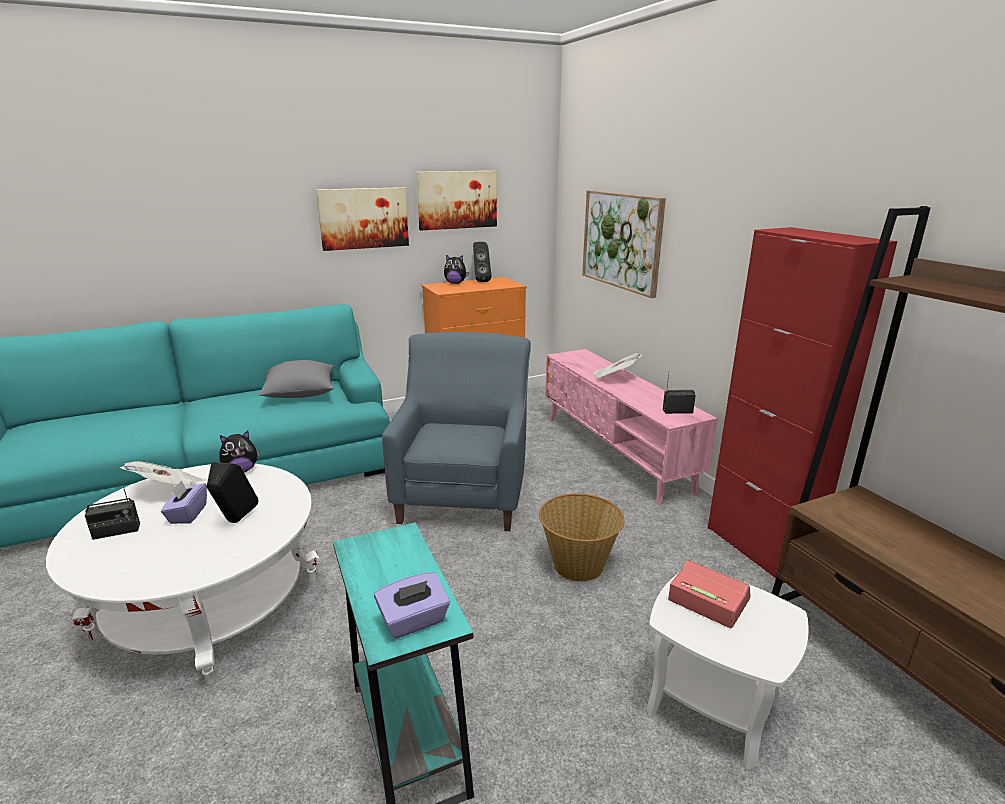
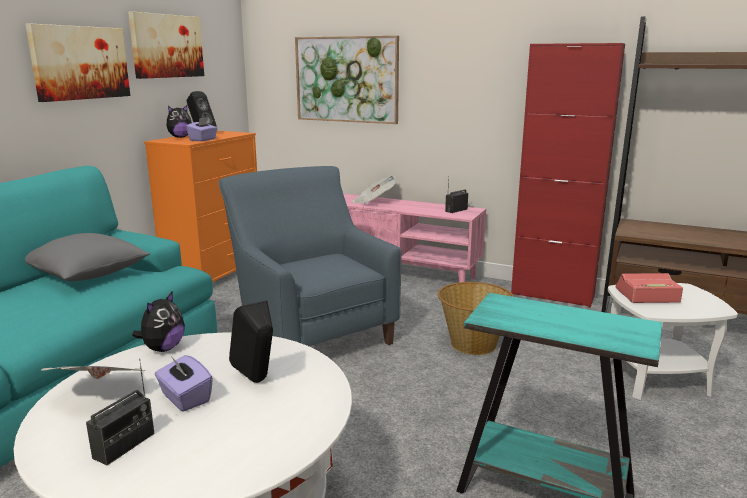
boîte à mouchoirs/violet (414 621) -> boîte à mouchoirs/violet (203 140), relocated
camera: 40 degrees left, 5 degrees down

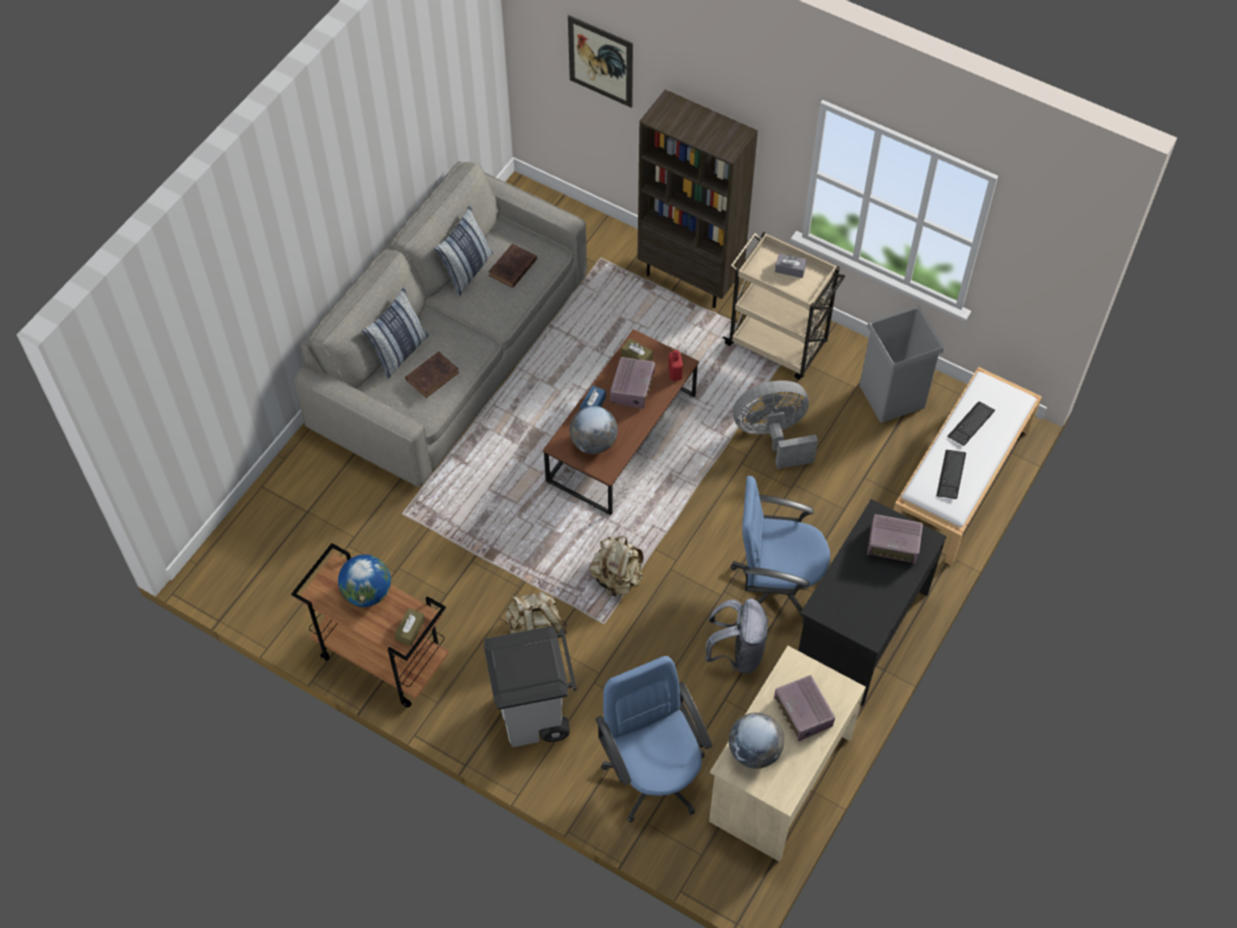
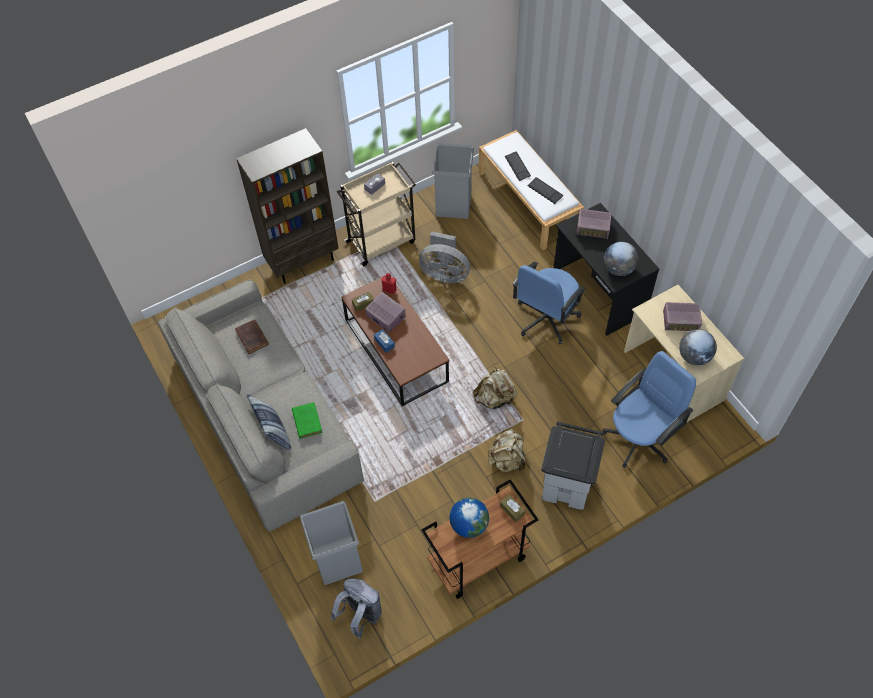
livre/marron (433 375) -> livre/vert (307 420)
none -> poubelle/gris (337 560)
sac à dos/gris (737 653) -> sac à dos/gris (360 615), relocated
ventilateur/gris (773 436) -> ventilateur/gris (444 273), 90 degrees counterclockwise
radio (893 545) -> radio (593 229), 60 degrees clockwise
chaise de bureau/bleu (655 774) -> chaise de bureau/bleu (639 438), 135 degrees clockwise
globe (593 443) -> globe (619 269), relocated
coussin (467 270) -> none
tableau (601 61) -> none
camera: 60 degrees left, 0 degrees up

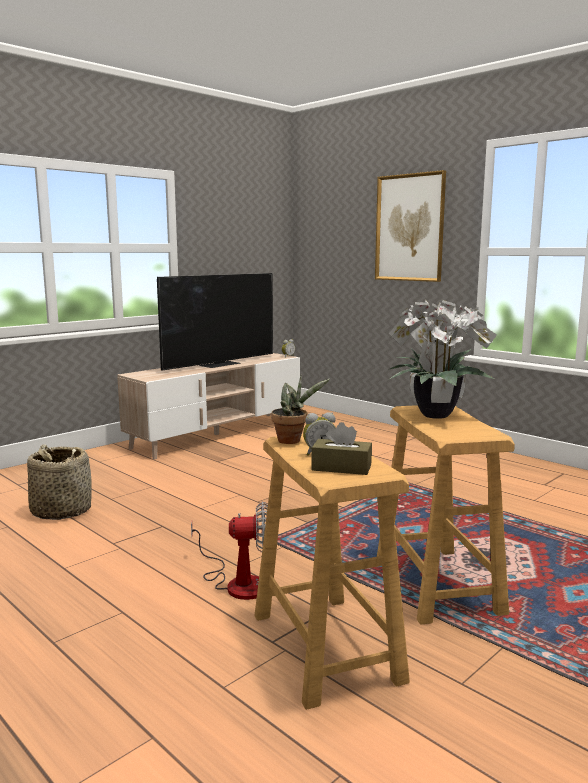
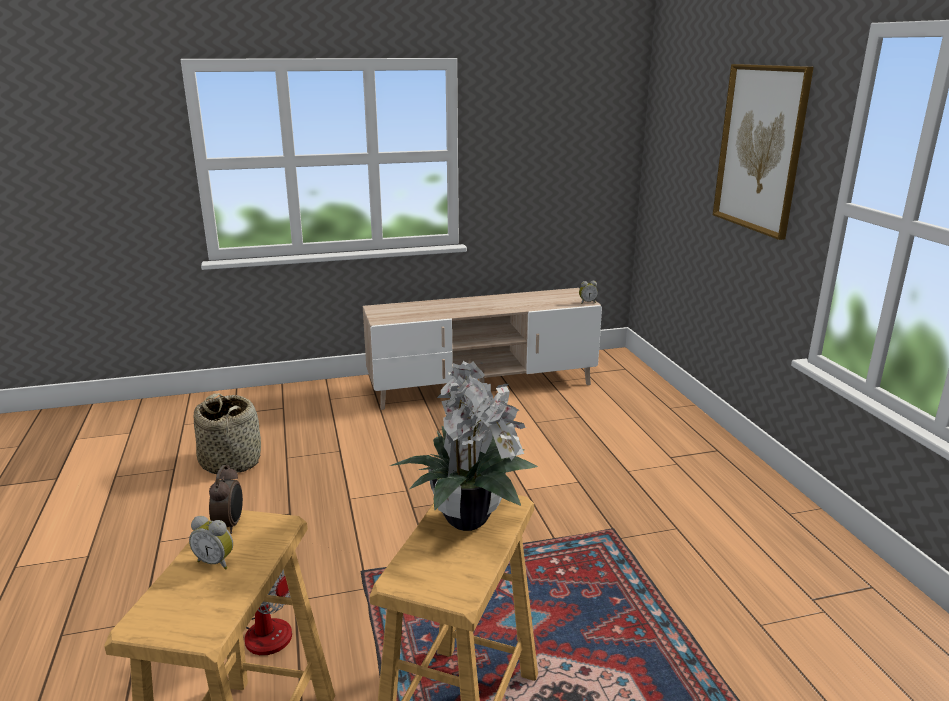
plante en pot (292 440) -> réveil (230 525)
téléviseur (220 364) -> none
boîte à mouchoirs/marron (341 468) -> none
camera: 30 degrees right, 10 degrees up

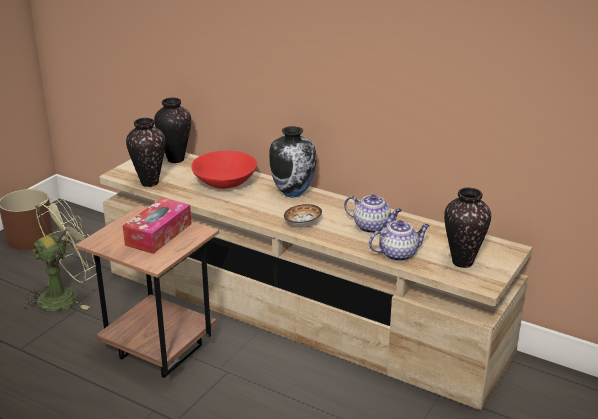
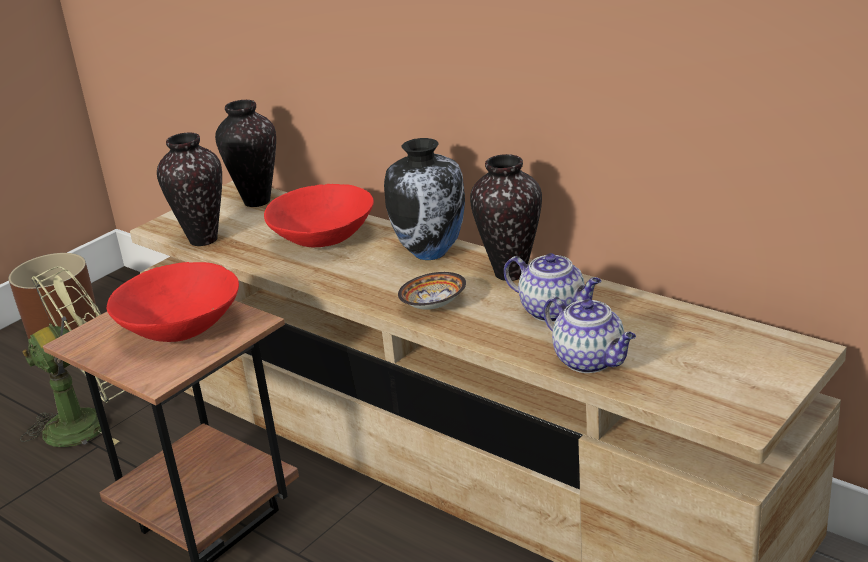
boîte à mouchoirs (158 234) -> bol/rouge (182 327)
vase (463 262) -> vase (511 273), relocated
théière (398 254) -> théière (590 361), 60 degrees clockwise
camera: 10 degrees right, 0 degrees up

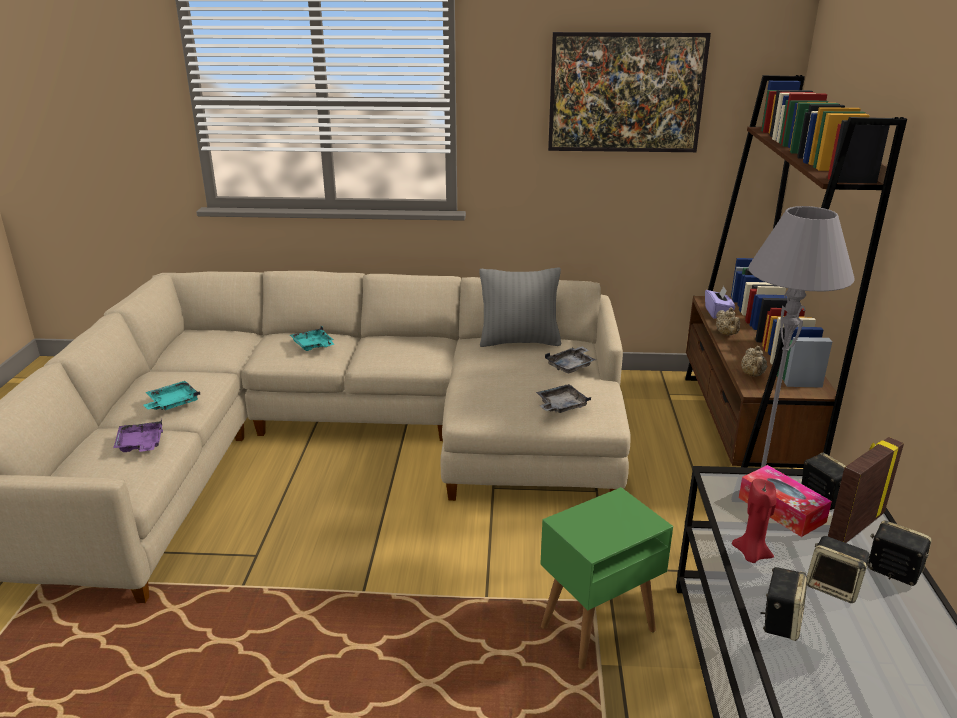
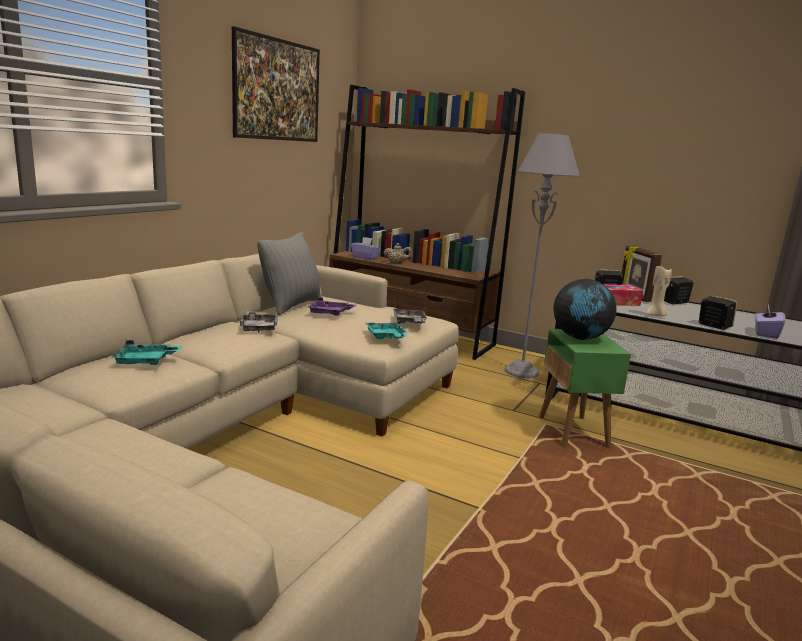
plateau/gris (571 366) -> plateau/gris (259 327), relocated
plateau/violet (141 445) -> plateau/violet (330 313), relocated
plateau/turquoise (172 403) -> plateau/turquoise (386 337), relocated
none -> globe (580 338)
bougie/rouge (751 554) -> bougie/beige (655 315)
none -> boîte à mouchoirs/violet (765 334)
théière/beige (752 375) -> none
enceinte (834 587) -> none
camera: 65 degrees left, 10 degrees down

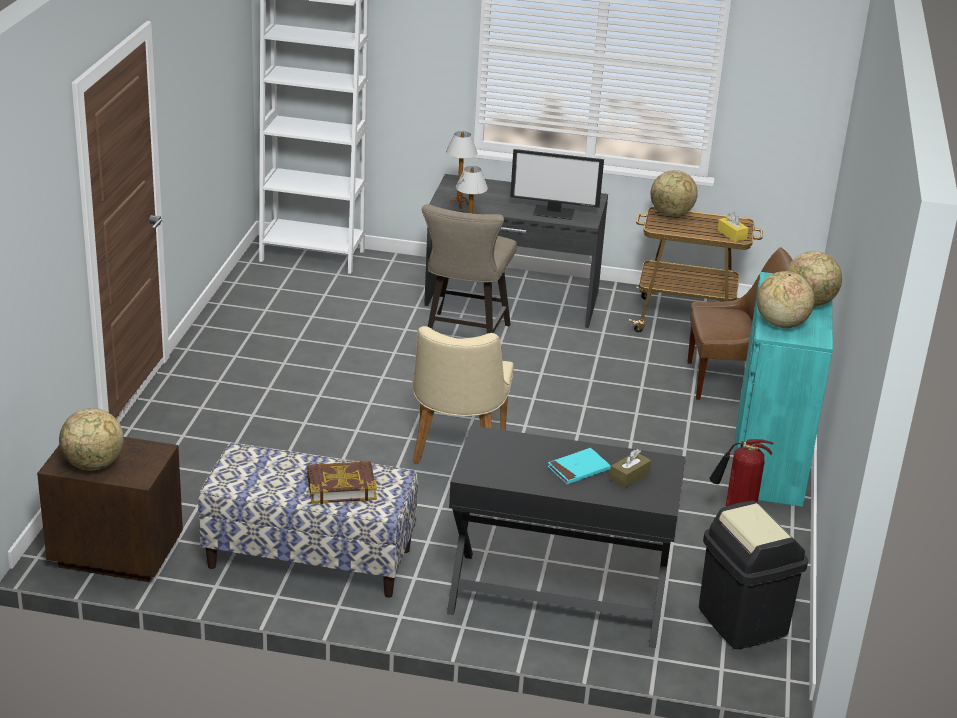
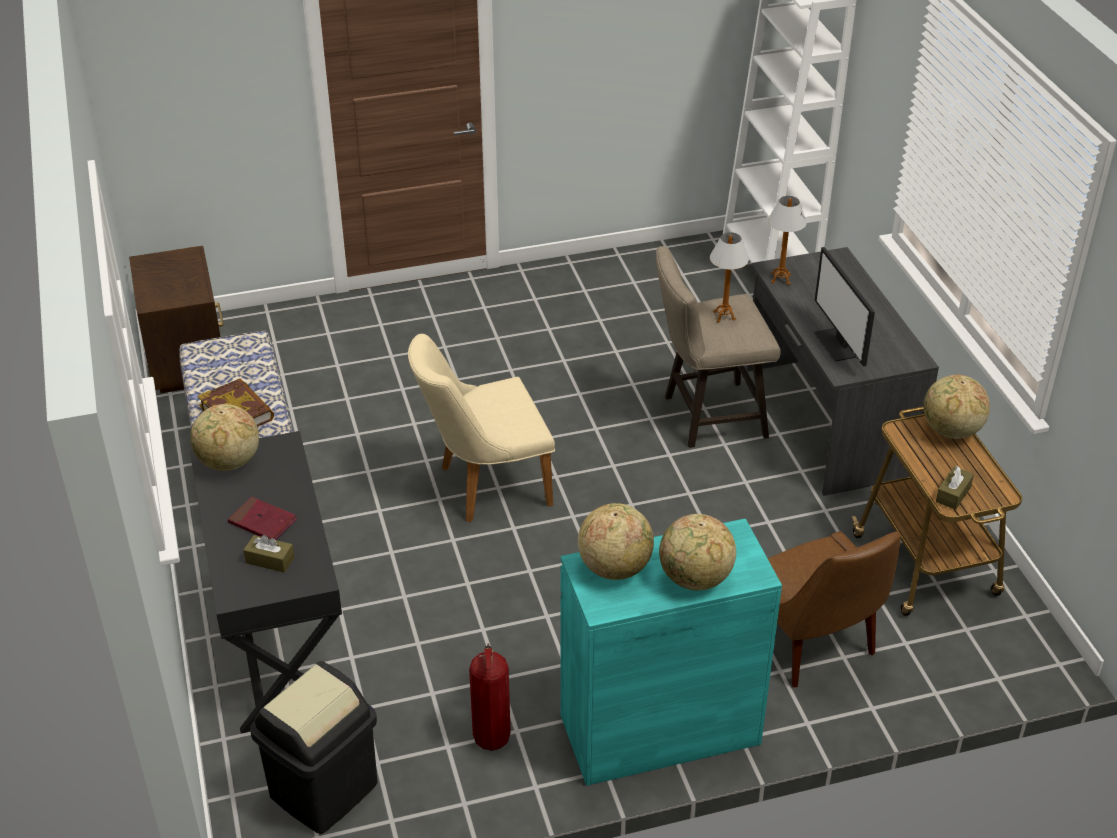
globe (93 465) -> globe (229 462), relocated
livre/turquoise (578 469) -> livre/rouge (262 522)
boîte à mouchoirs/jaune (732 234) -> boîte à mouchoirs/marron (953 494)
camera: 65 degrees right, 10 degrees up

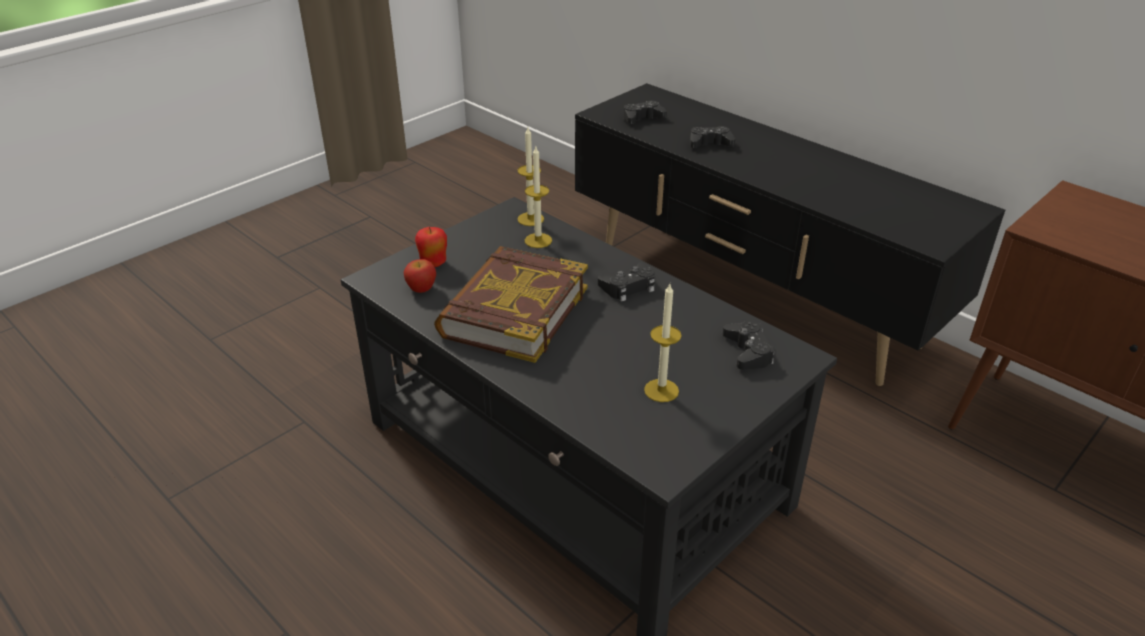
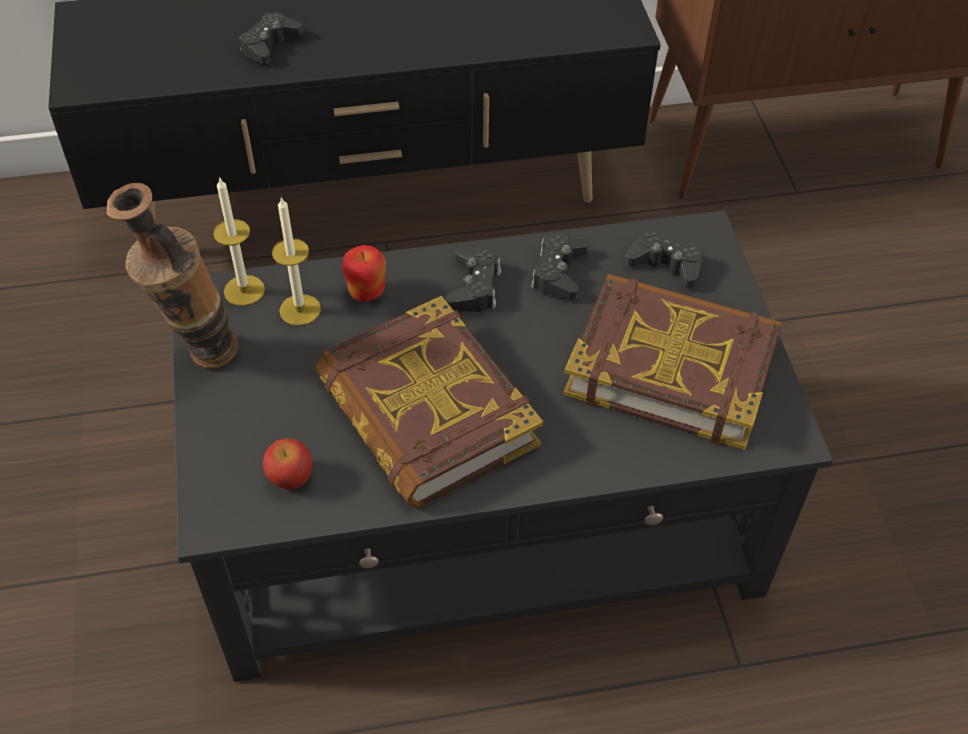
none -> vase (198 357)
pomme (433 263) -> pomme (366 293), relocated
manette/noir (642 118) -> manette/noir (559 272), relocated
bougie (661 390) -> livre (672 367)
camera: 55 degrees left, 15 degrees up

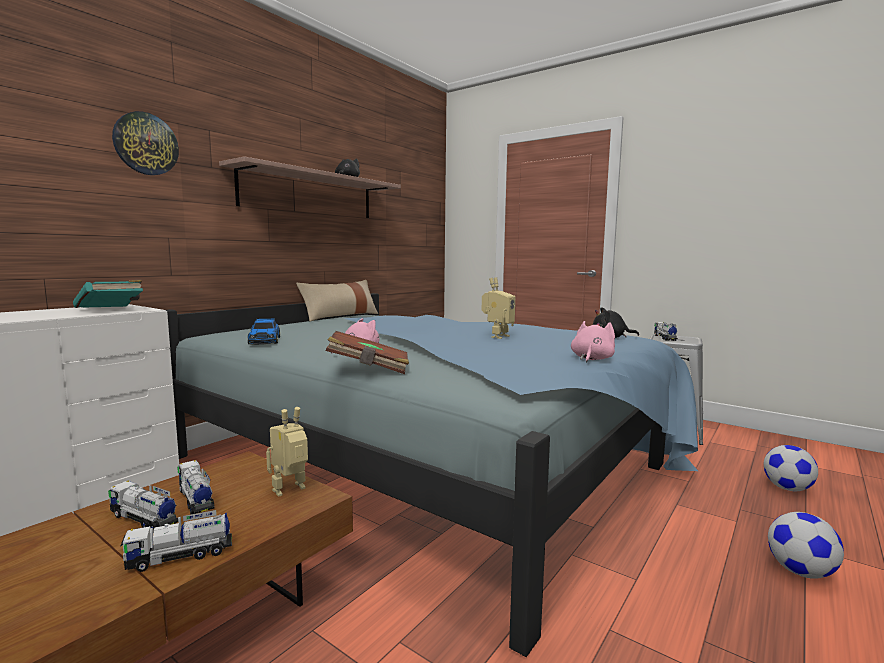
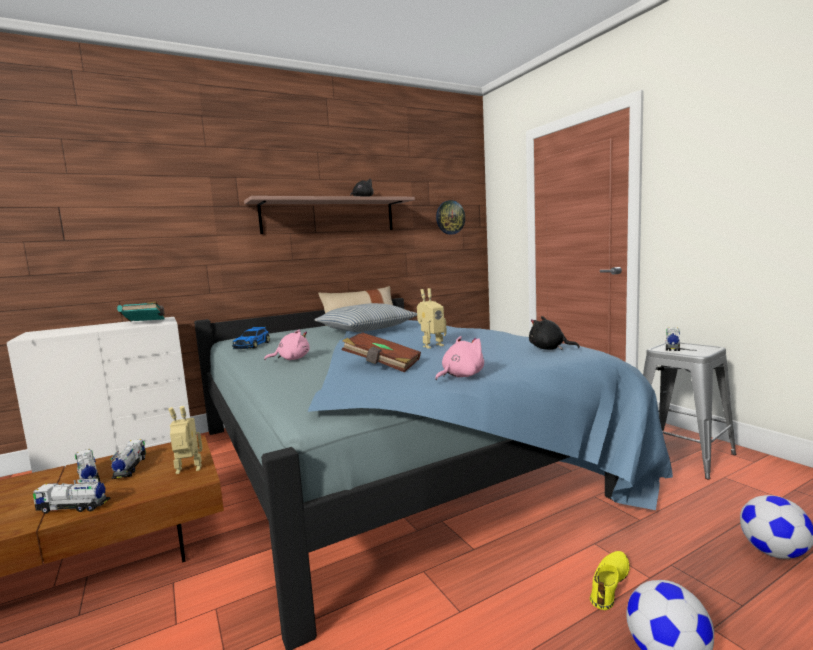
none -> coussin (366 329)
livre/marron (369 369) -> livre/marron (382 366), relocated
horloge murale (146 144) -> horloge murale (450 217), relocated
none -> chaussure/jaune (610 584)
camera: 25 degrees right, 0 degrees up

